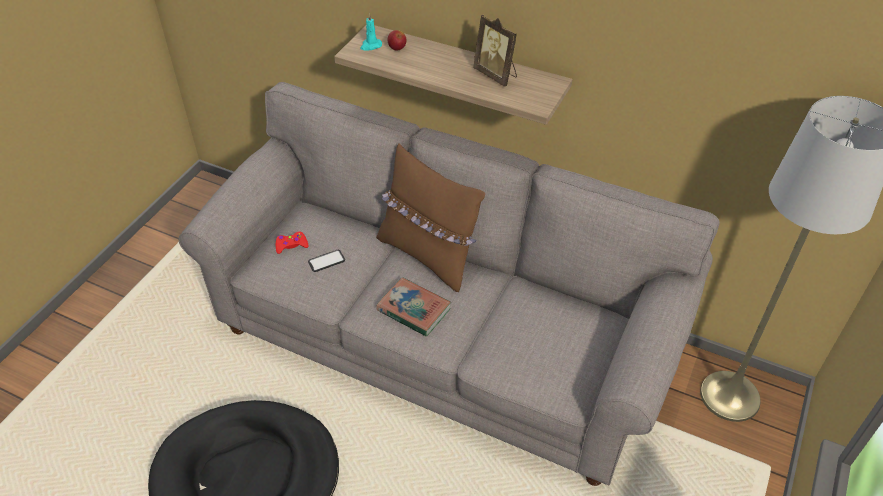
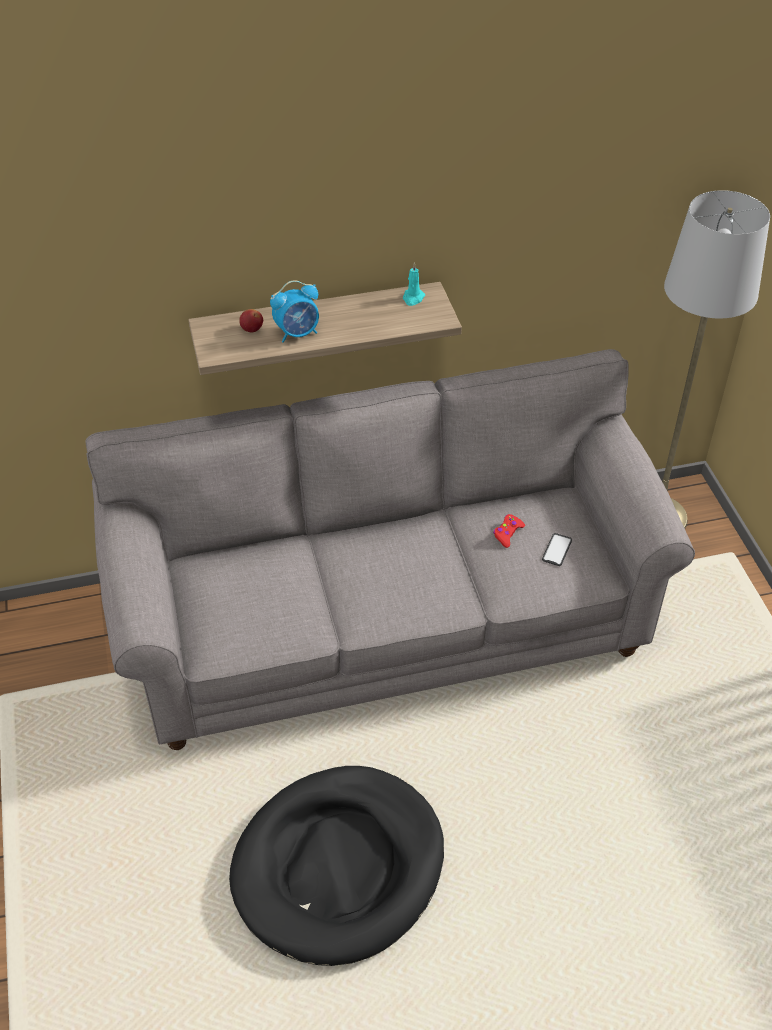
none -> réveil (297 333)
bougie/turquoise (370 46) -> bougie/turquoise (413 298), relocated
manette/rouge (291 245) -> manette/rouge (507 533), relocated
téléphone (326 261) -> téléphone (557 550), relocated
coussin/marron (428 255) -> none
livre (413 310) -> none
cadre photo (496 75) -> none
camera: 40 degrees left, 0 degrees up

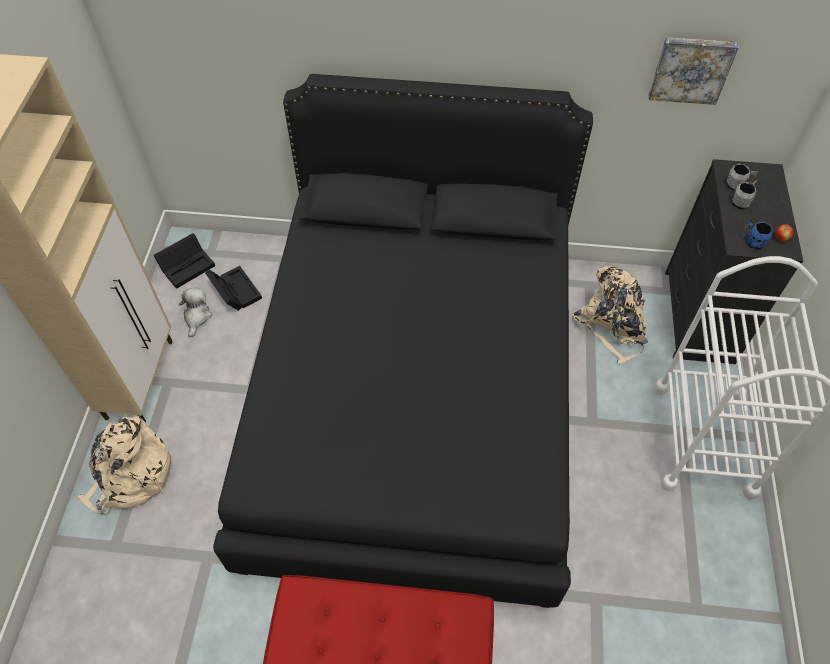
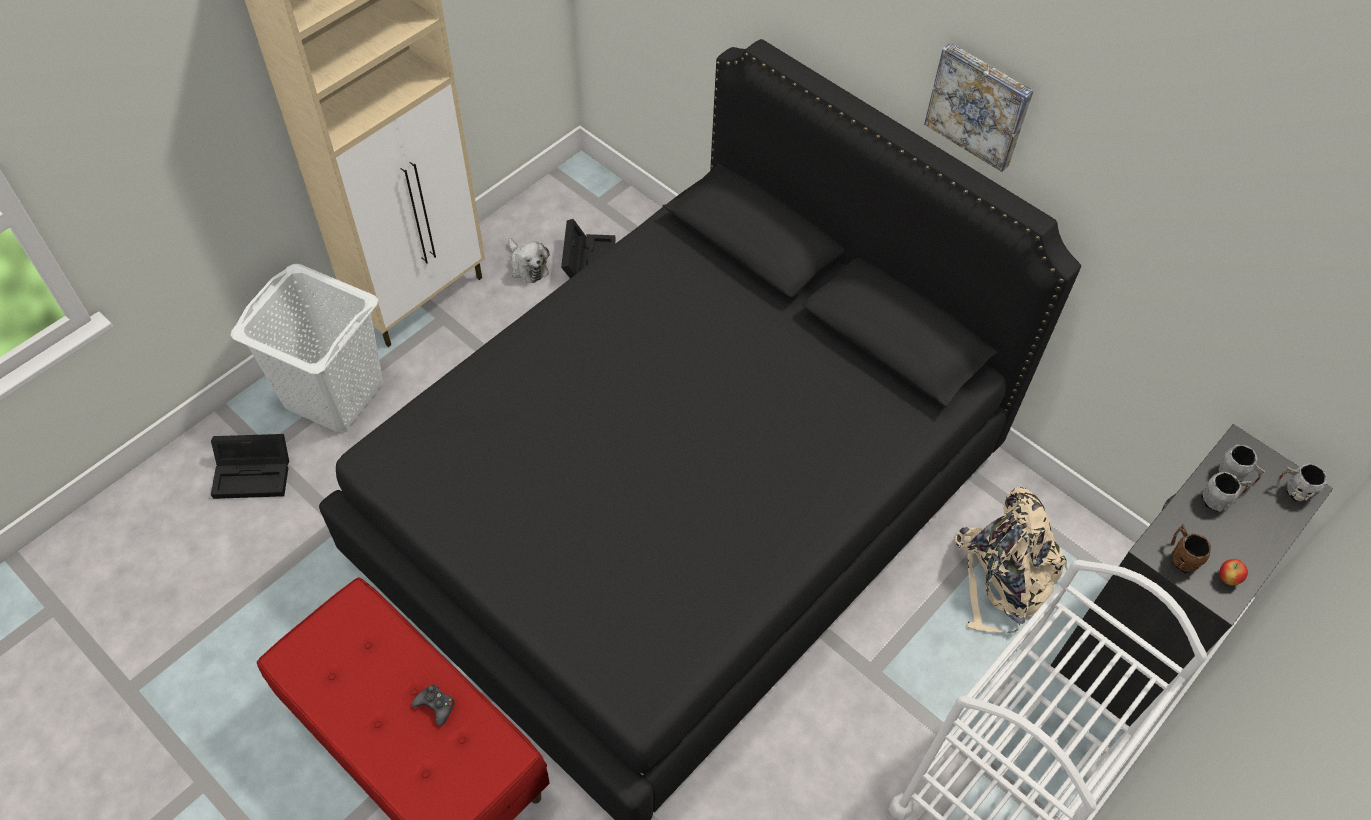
boîte de rangement/noir (188 265) -> boîte de rangement/noir (255 473), relocated
sac à dos/beige (131 476) -> panier à linge/blanc (333 392)
none -> manette/noir (436 705)
peluche (197 317) -> peluche (527 266), 105 degrees clockwise
tableau (691 69) -> tableau (980 105), relocated
mug/bleu (752 241) -> mug/marron (1181 557)
none -> mug/gris (1293 490)
camera: 35 degrees right, 0 degrees up

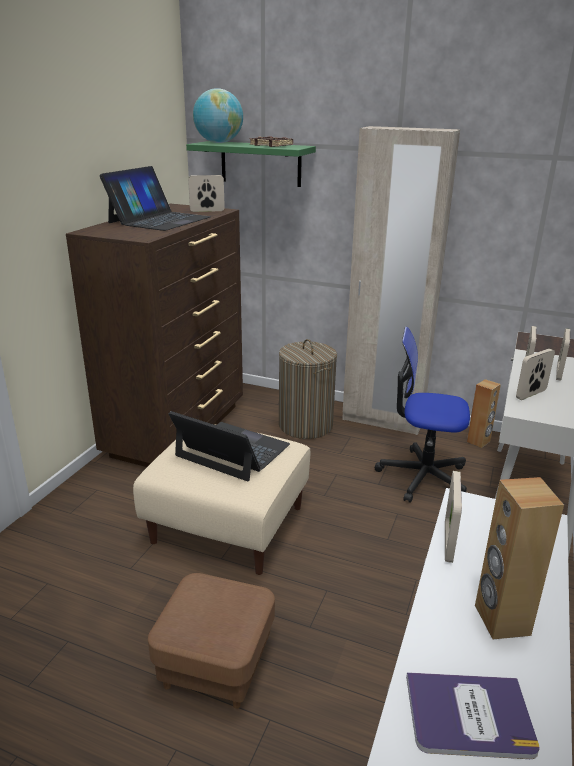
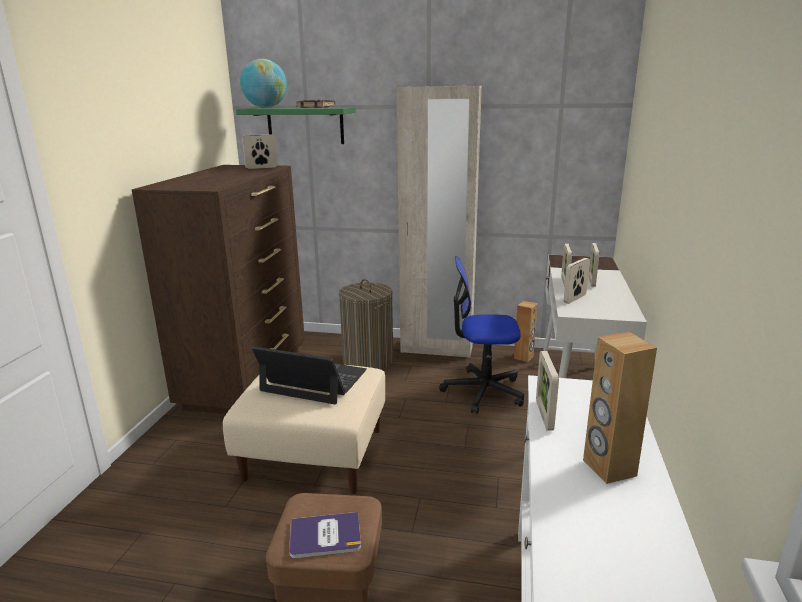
livre (469 716) -> livre (325 536), relocated
ordinateur portable (159 220) -> none
camera: 10 degrees left, 5 degrees down

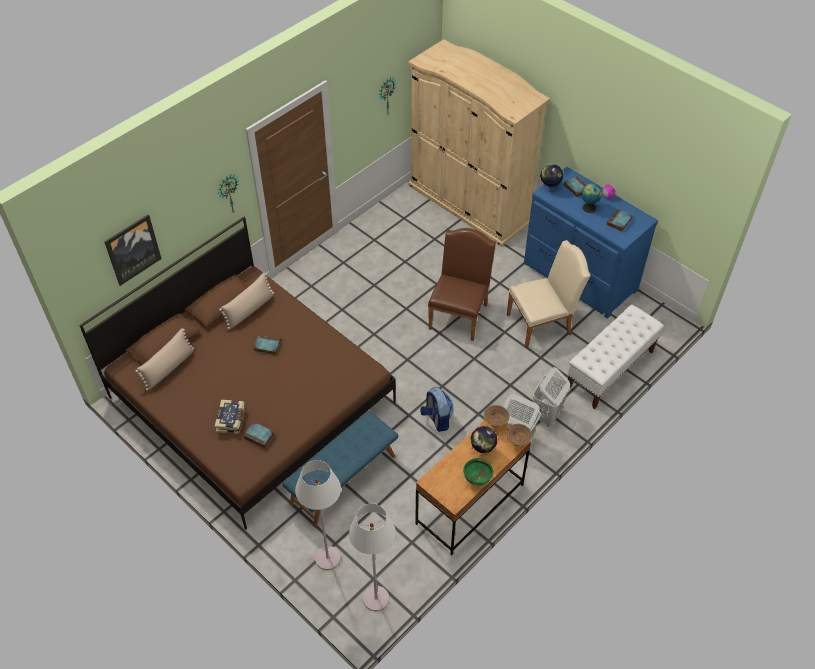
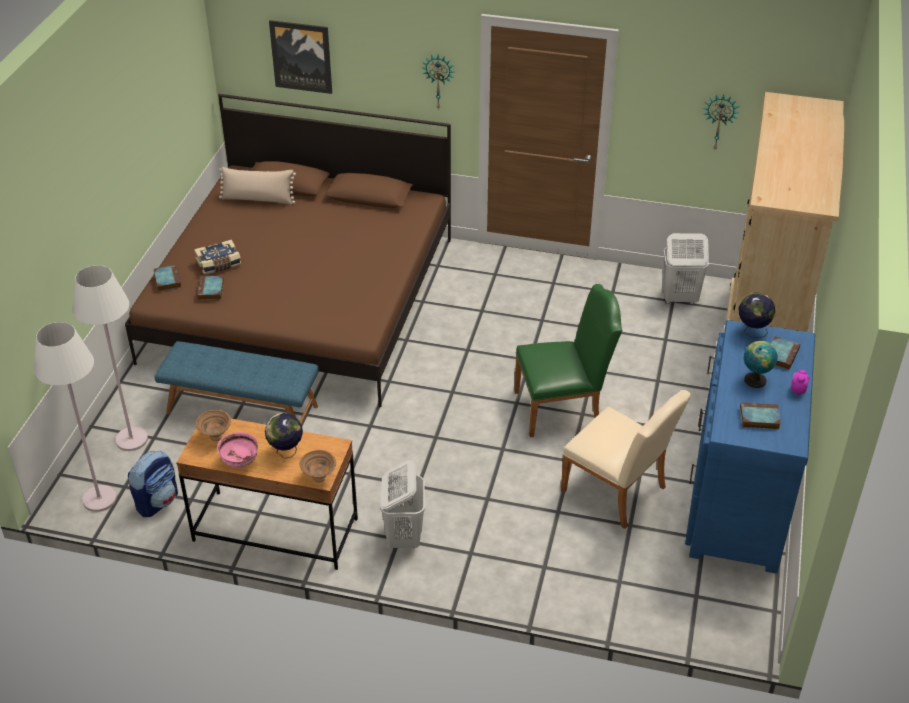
sac à dos (436 419) -> sac à dos (157 501), relocated
livre (266 346) -> livre (167 280), relocated
bol/marron (495 423) -> bol/marron (216 437), relocated
bol/vert (477 479) -> bol/rose (240 462)
chaise/marron (459 313) -> chaise/vert (564 408)
panier à linge/blanc (546 415) -> panier à linge/blanc (679 298), relocated
coussin/beige (250 310) -> none
banc/blanc (609 370) -> none
camera: 60 degrees right, 10 degrees down

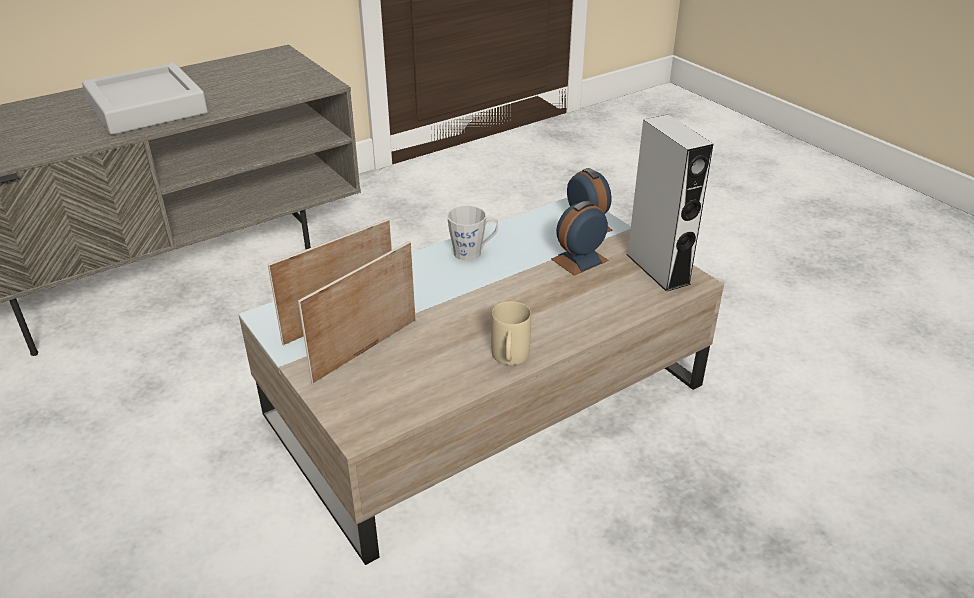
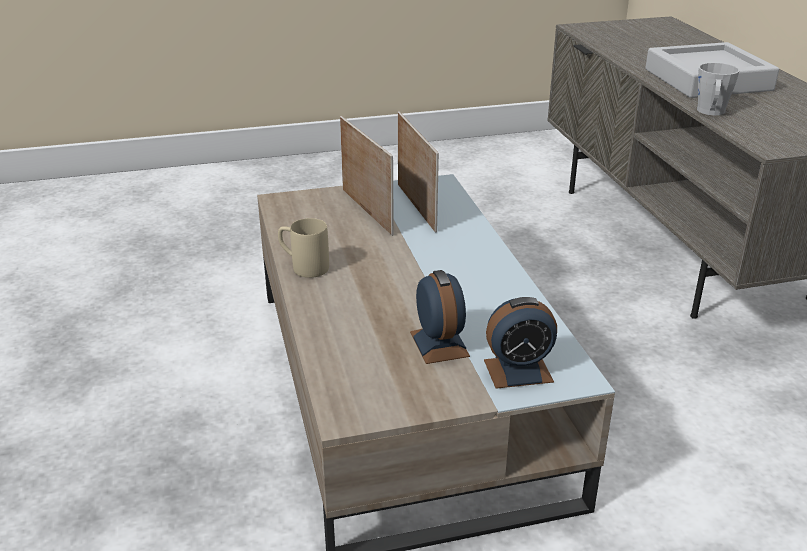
mug/gris (473 252) -> mug/gris (711 112), relocated
enceinte/gris (657 269) -> none
camera: 110 degrees right, 5 degrees down

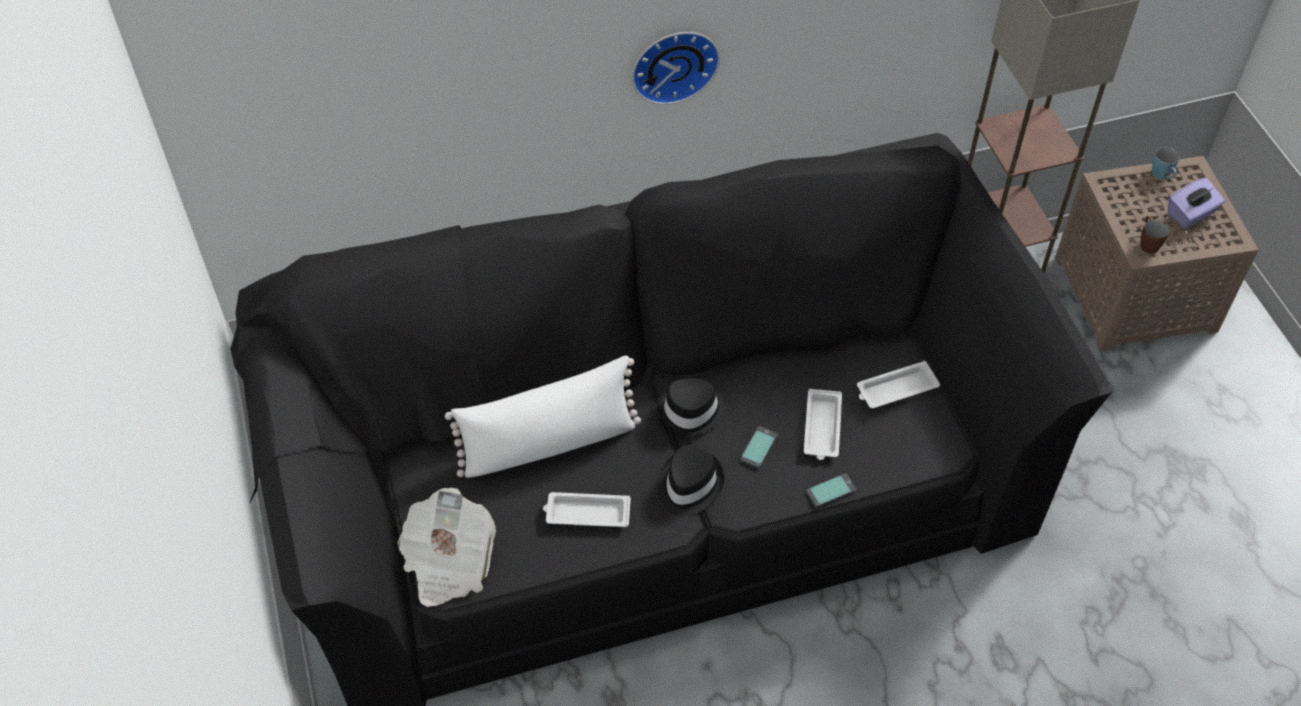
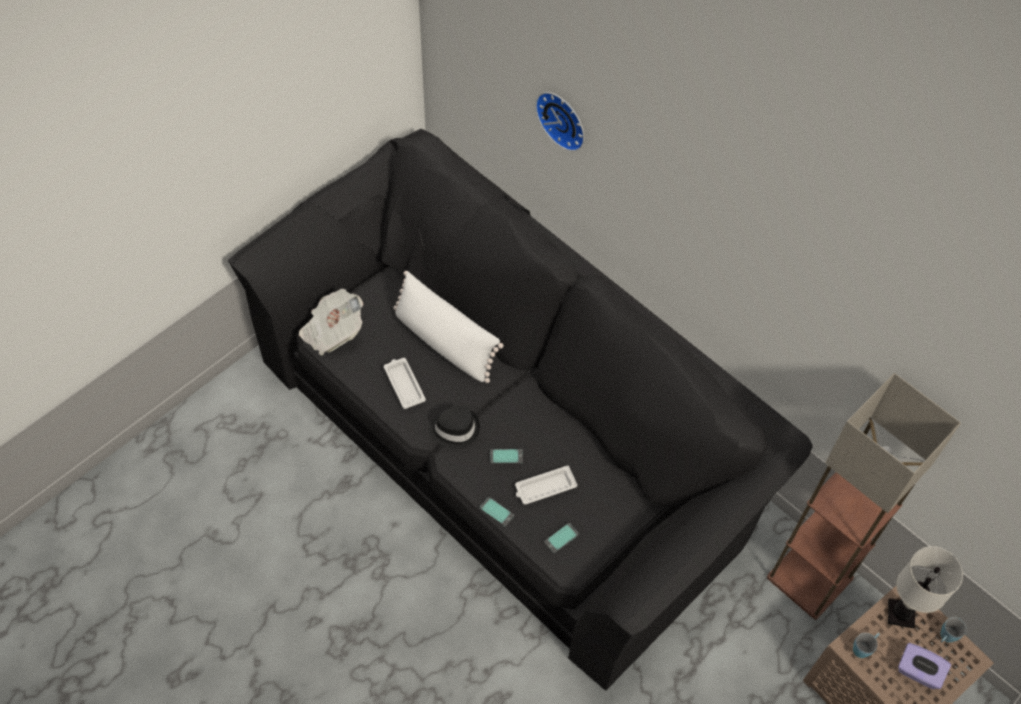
horloge murale (673 63) -> horloge murale (563 118), relocated
none -> téléphone (561 538)
mug/marron (1147 243) -> mug/bleu (863 647)
none -> lampe de table/blanc (901 613)
chapeau/noir (692 411) -> none
plateau/blanc (895 389) -> none
camera: 60 degrees right, 5 degrees up

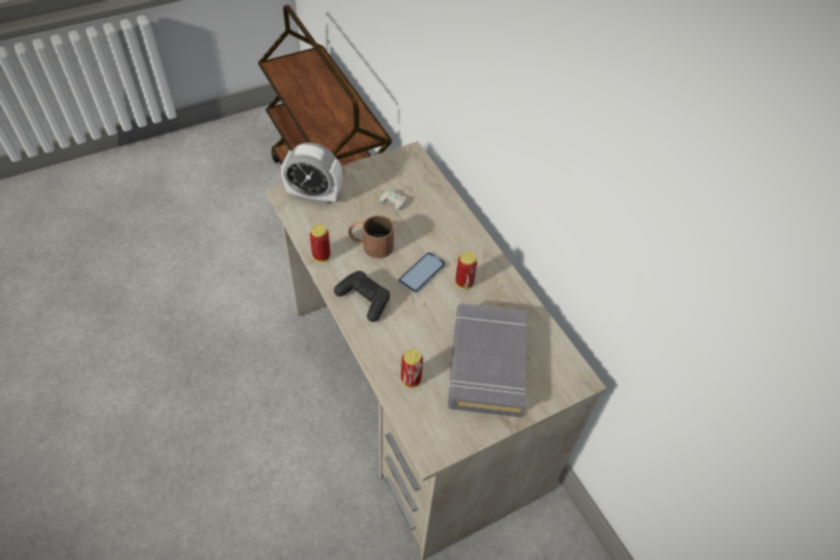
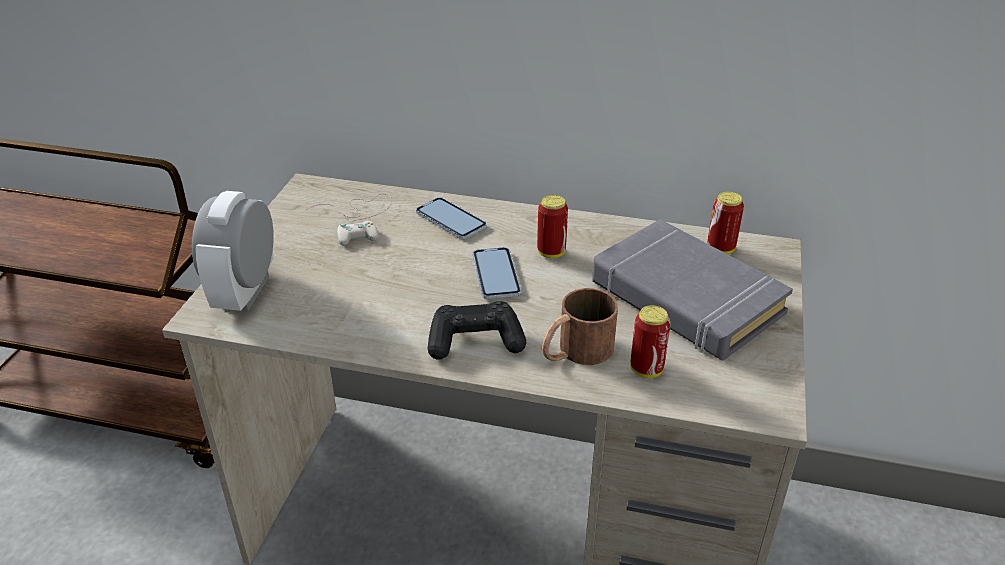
réveil (314 195) -> réveil (245 292), 135 degrees clockwise
none -> téléphone (451 220)
mug/marron (370 245) -> mug/marron (575 352), relocated
boîte métallique (321 256) -> boîte métallique (720 249), relocated
camera: 45 degrees left, 15 degrees down

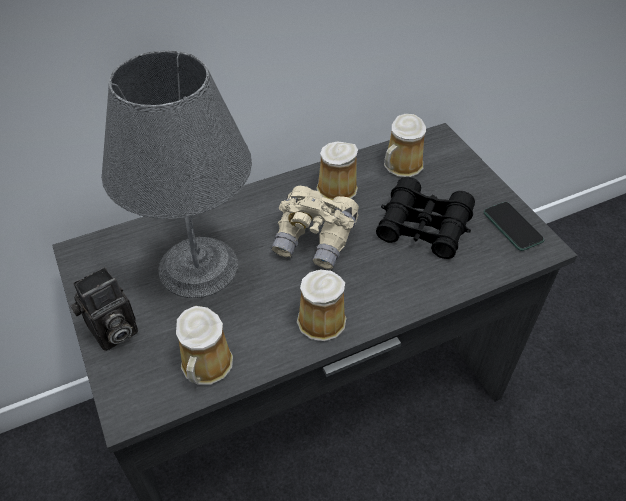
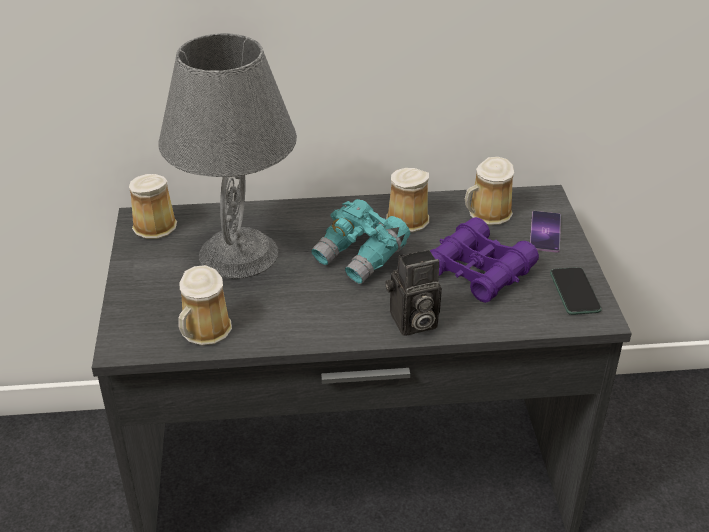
mug (321 318) -> mug (156 225), relocated
jumelles/beige (315 240) -> jumelles/turquoise (361 258)
appareil photo (112 333) -> appareil photo (412 323), relocated
jumelles/noir (423 227) -> jumelles/violet (478 271)
none -> téléphone (545 232)
camera: 20 degrees right, 10 degrees down

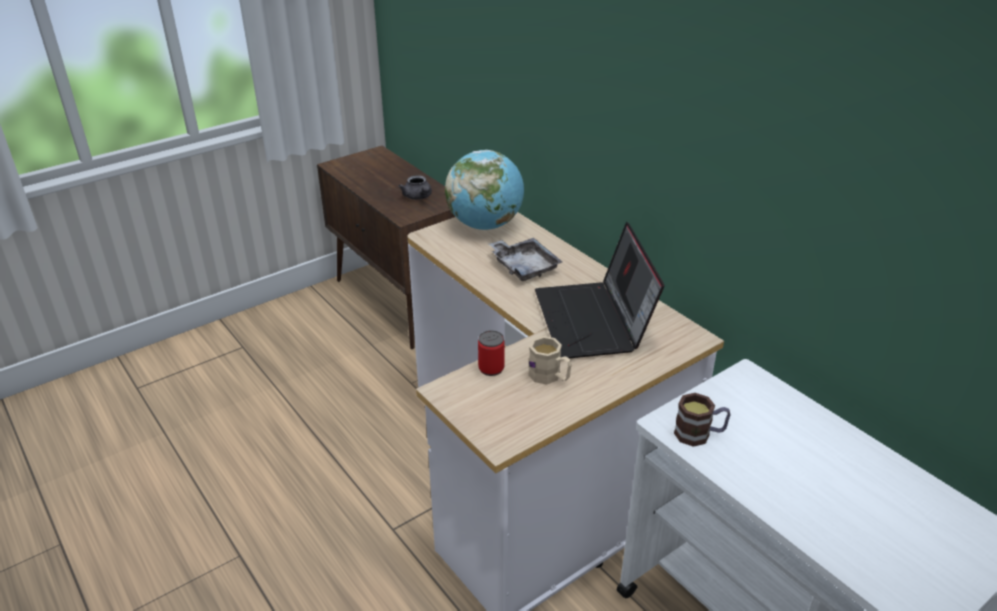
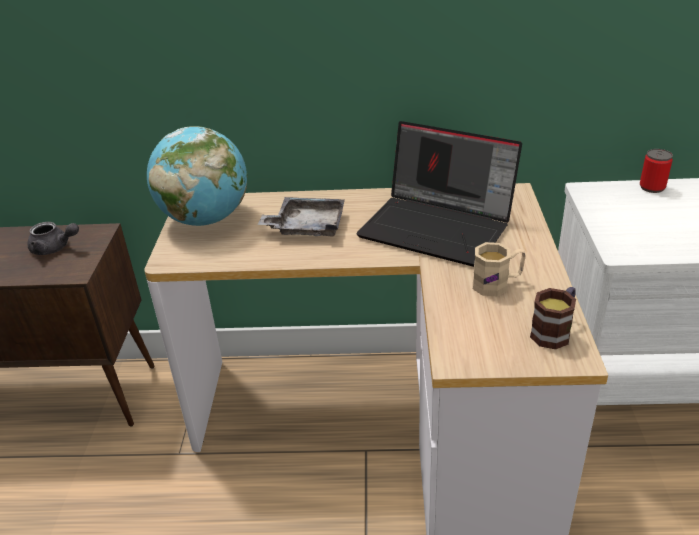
mug (699 434) -> mug (554 331), relocated
boîte métallique (491 368) -> boîte métallique (652 187), relocated
camera: 50 degrees left, 0 degrees up

